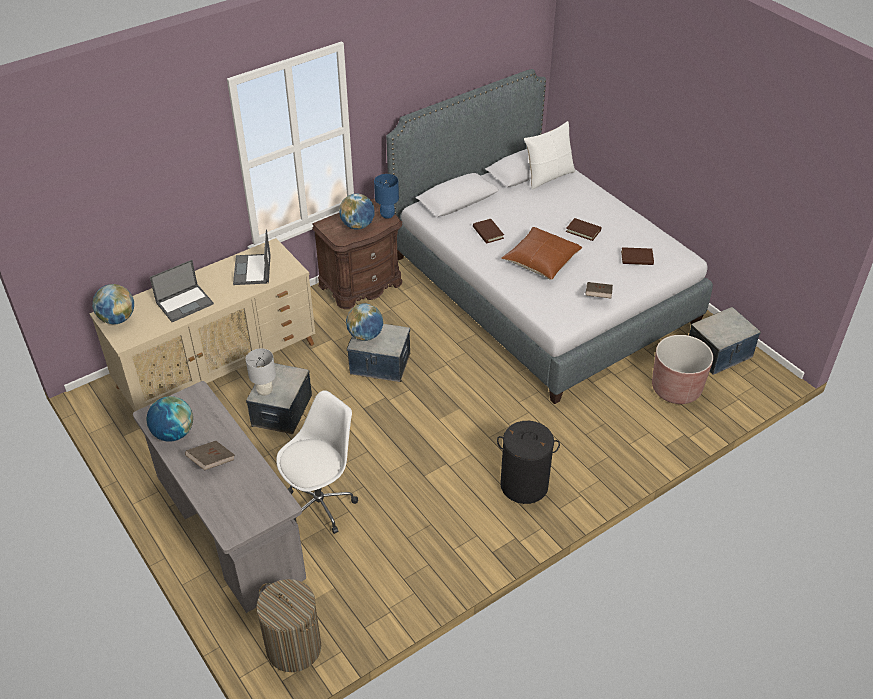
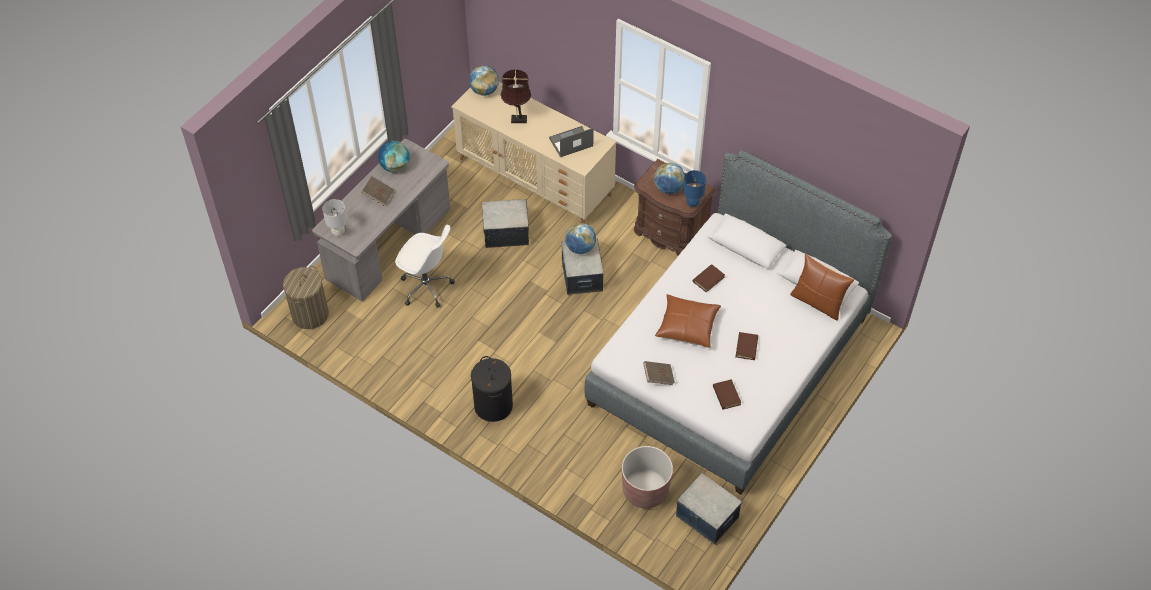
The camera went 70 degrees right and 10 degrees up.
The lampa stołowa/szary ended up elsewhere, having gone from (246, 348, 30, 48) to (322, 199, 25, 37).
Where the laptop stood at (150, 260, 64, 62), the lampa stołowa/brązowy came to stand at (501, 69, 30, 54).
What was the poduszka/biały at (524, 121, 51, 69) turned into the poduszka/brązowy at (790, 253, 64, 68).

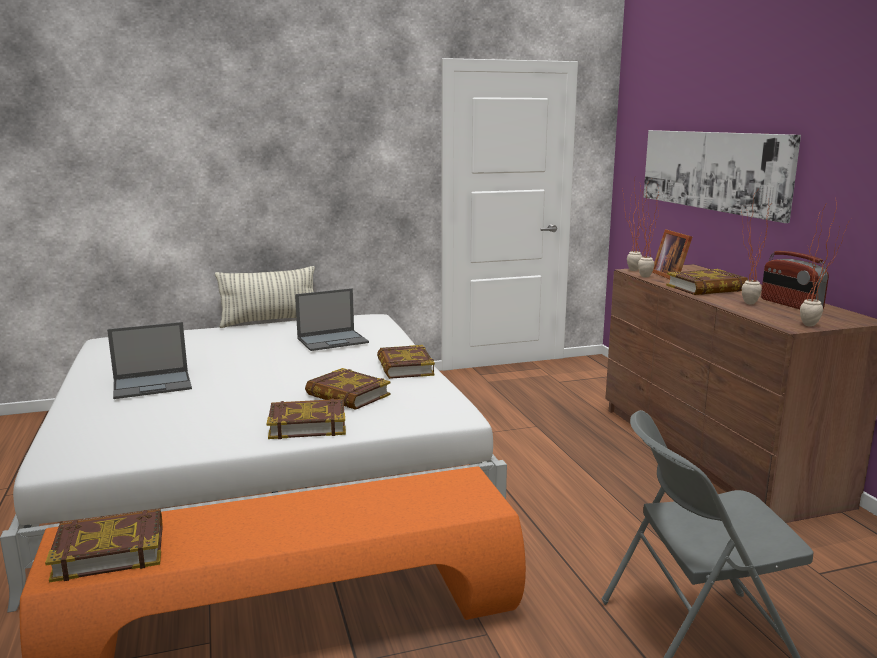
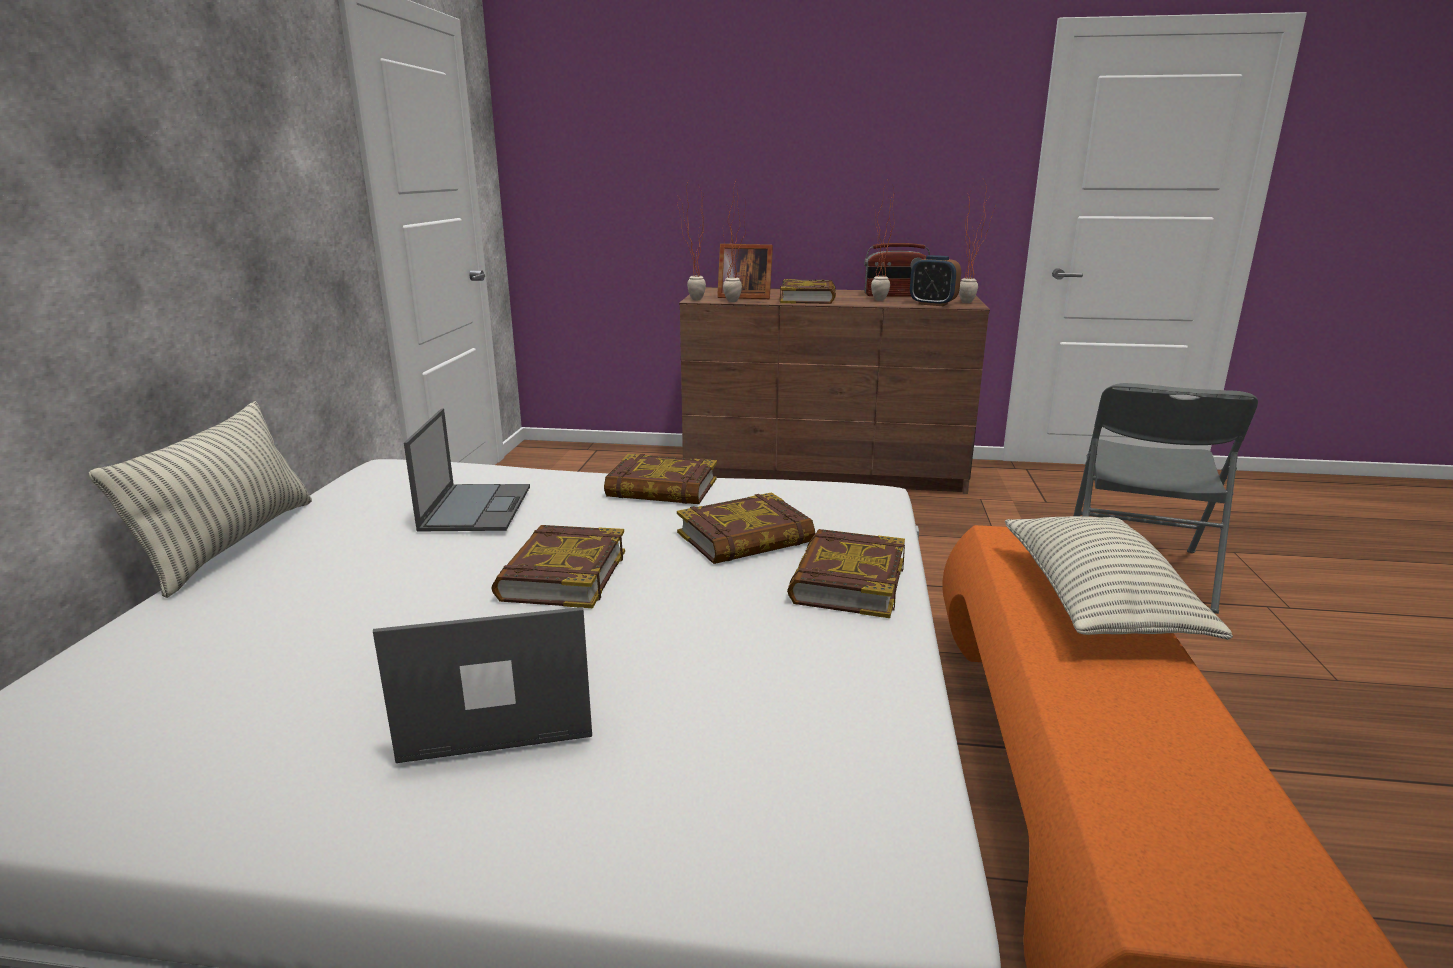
The camera went 65 degrees left and 5 degrees up.
The second view lost the obraz at (643, 130, 158, 93).
The second view gained the budzik at (910, 255, 51, 51).
The second view gained the poduszka at (1005, 516, 228, 124).
The książka ended up elsewhere, having gone from (45, 509, 118, 74) to (491, 525, 134, 83).
The laptop at (107, 322, 85, 77) ended up facing another way, 105 degrees counterclockwise from before.

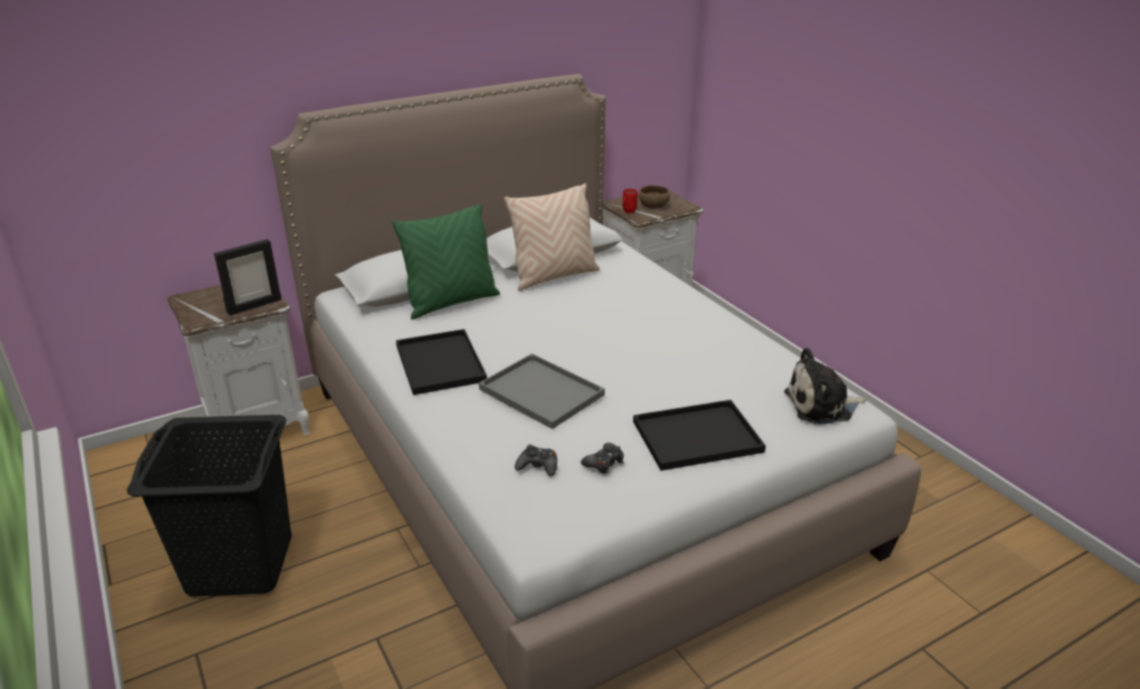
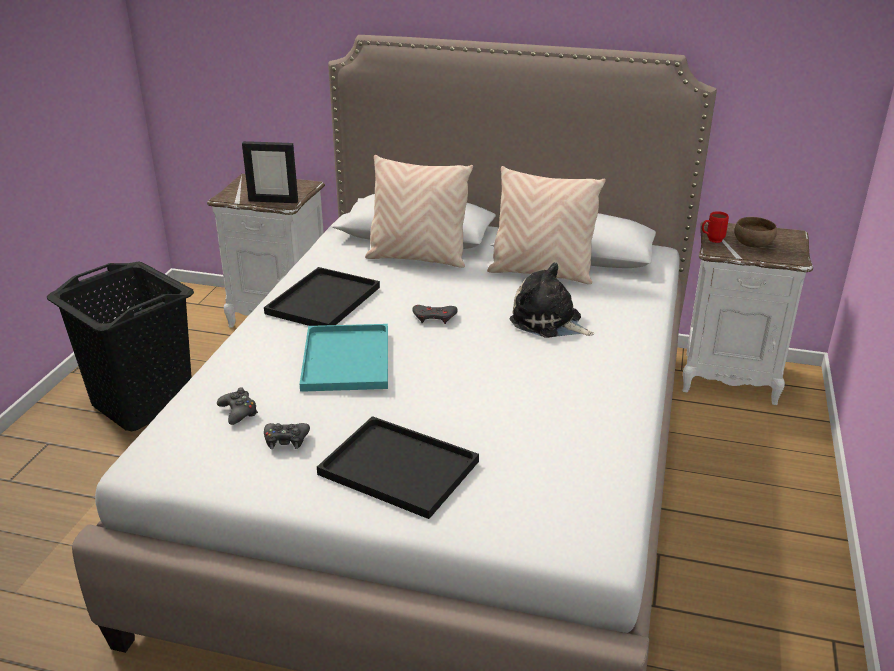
The camera went 45 degrees right and 0 degrees up.
The second view gained the pad do gier/szary at (412, 305, 46, 19).
The pluszak ended up elsewhere, having gone from (784, 348, 82, 76) to (509, 262, 85, 76).
What was the poduszka/zielony at (392, 203, 108, 117) turned into the poduszka/beżowy at (365, 155, 108, 113).
What was the taca/szary at (479, 354, 126, 75) turned into the taca/turkusowy at (299, 324, 89, 68).

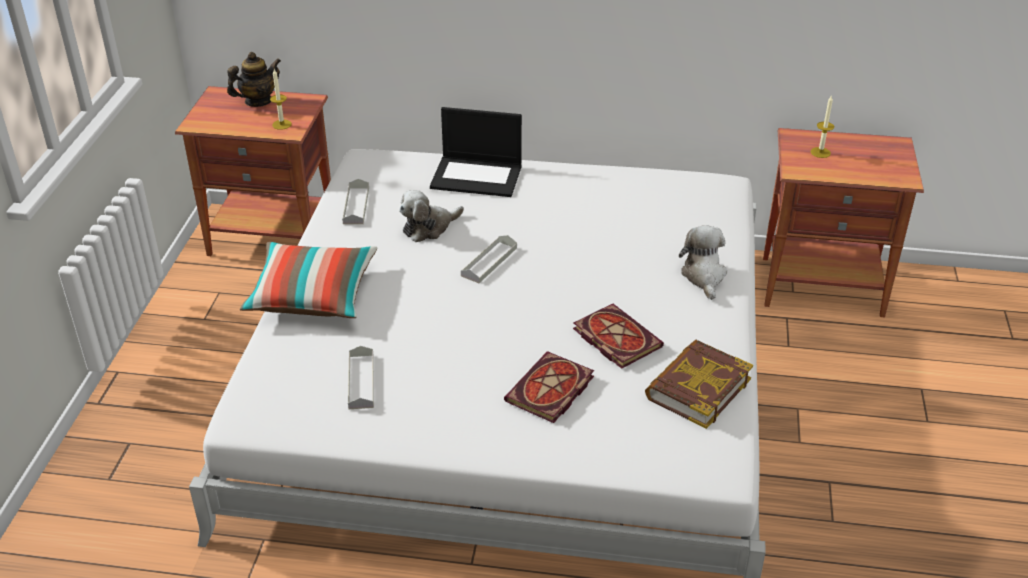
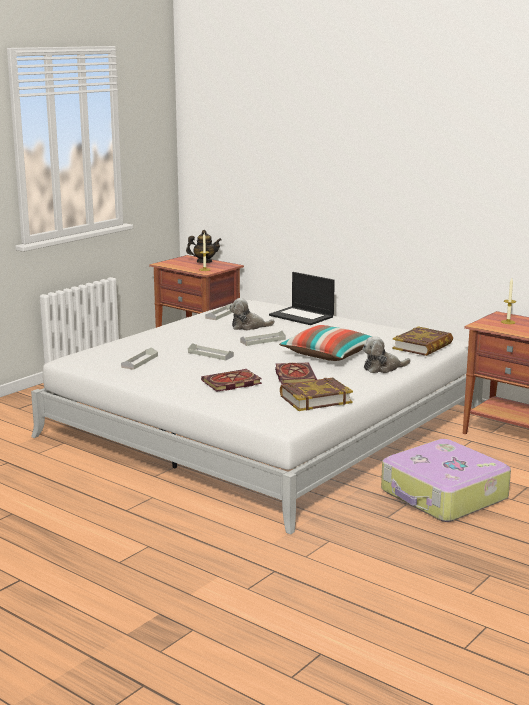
The camera went 30 degrees right and 20 degrees down.
The second view gained the taca/szary at (188, 343, 46, 18).
The second view gained the walizka at (381, 439, 130, 83).
The second view gained the książka at (392, 326, 61, 30).
The poduszka ended up elsewhere, having gone from (240, 242, 138, 76) to (279, 325, 93, 36).
The pluszak at (679, 225, 48, 75) ended up facing another way, 135 degrees counterclockwise from before.

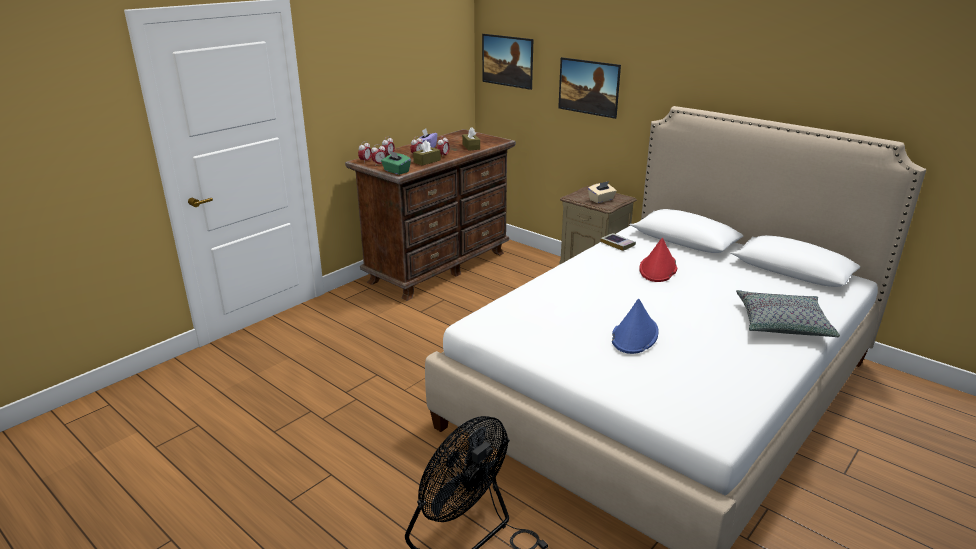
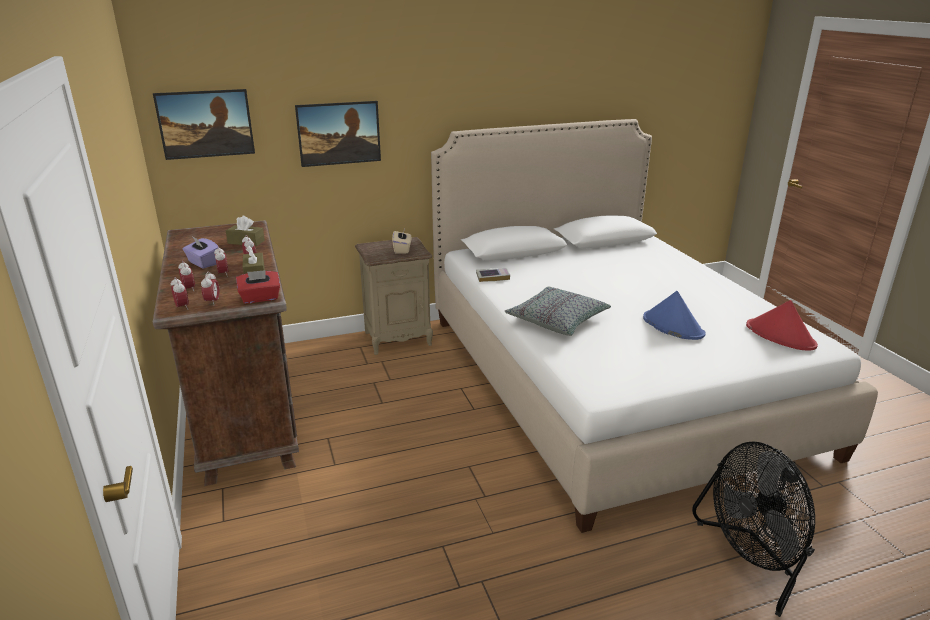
The camera went 60 degrees left and 0 degrees up.
The kapelusz/czerwony ended up elsewhere, having gone from (639, 238, 38, 44) to (746, 300, 72, 50).
The poduszka/szary ended up elsewhere, having gone from (736, 290, 104, 47) to (505, 286, 106, 50).
What was the pudełko chusteczek/zielony at (381, 150, 30, 25) turned into the pudełko chusteczek/czerwony at (236, 270, 44, 34).

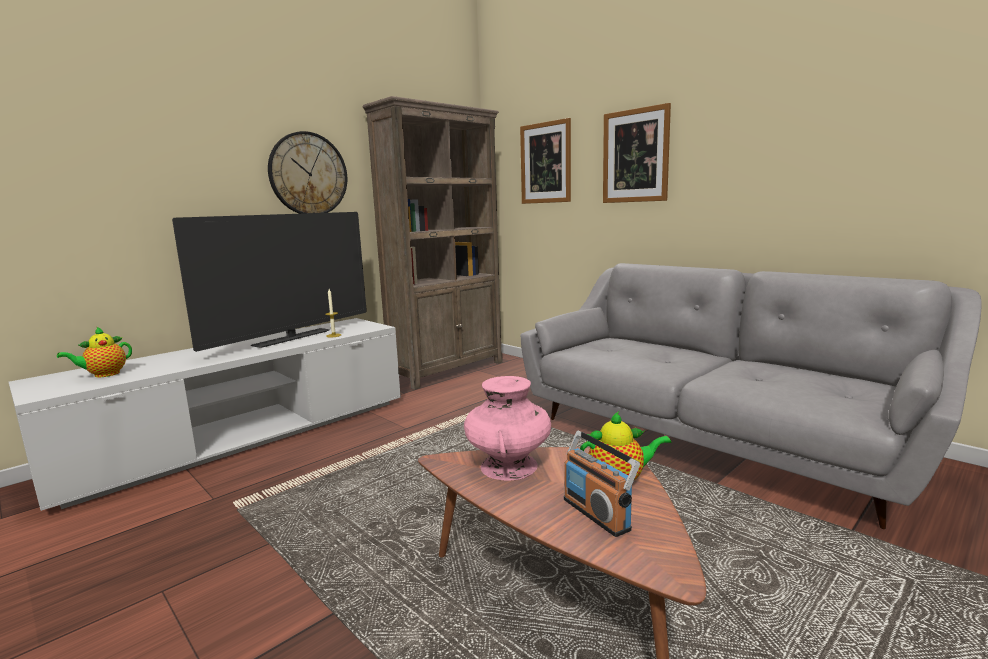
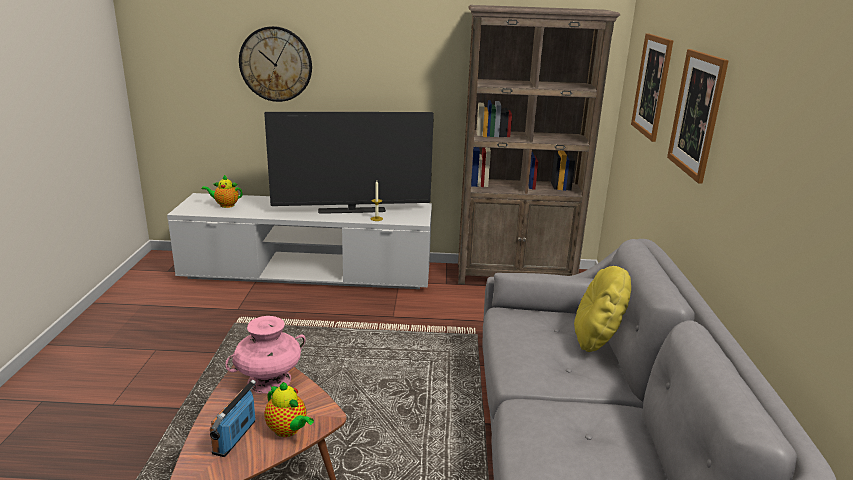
The camera went 45 degrees right and 10 degrees up.
The second view gained the poduszka/żółty at (574, 266, 57, 86).
The zegar ścienny ended up elsewhere, having gone from (268, 131, 79, 83) to (239, 26, 73, 76).

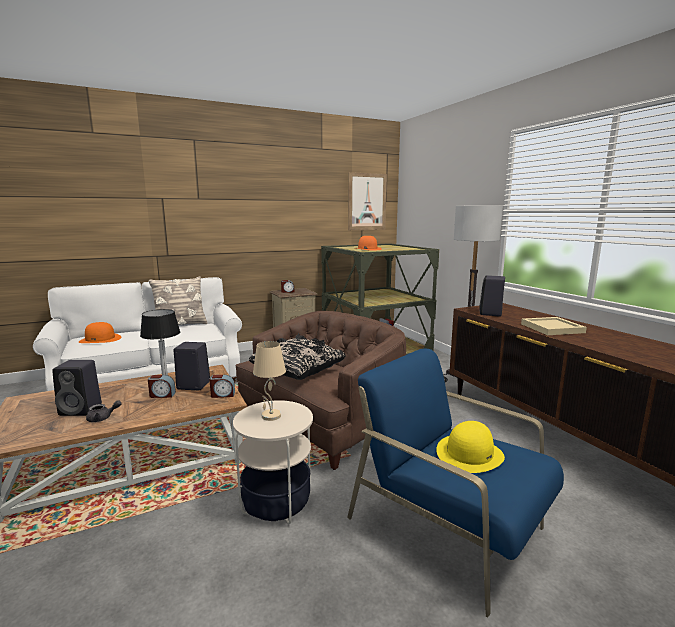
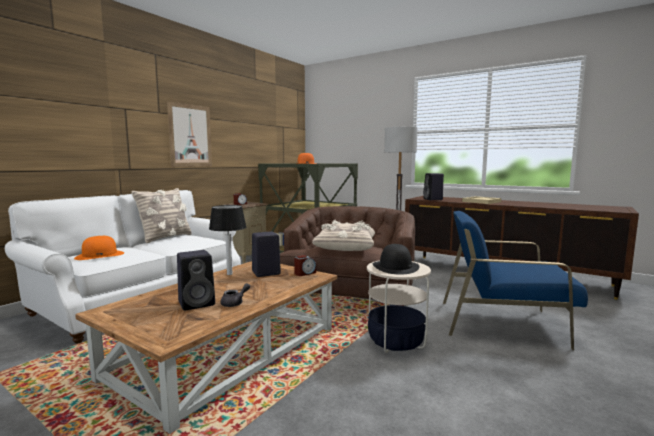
The camera went 30 degrees left and 5 degrees down.
The second view lost the budzik at (148, 375, 28, 23).
The second view lost the kapelusz/żółty at (436, 421, 69, 52).
The obraz ended up elsewhere, having gone from (348, 172, 39, 58) to (167, 101, 45, 66).
Where the lampa stołowa/beżowy stood at (253, 341, 33, 80), the kapelusz/czarny came to stand at (373, 244, 46, 30).
What was the poduszka/czarny at (249, 334, 97, 46) turned into the poduszka/beżowy at (312, 219, 63, 32).

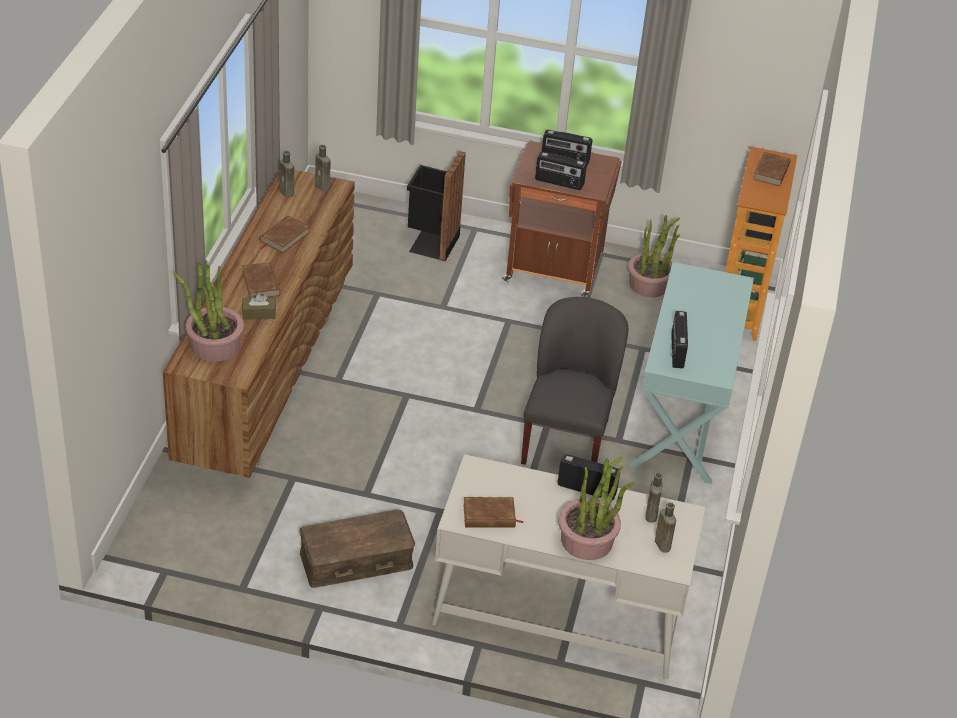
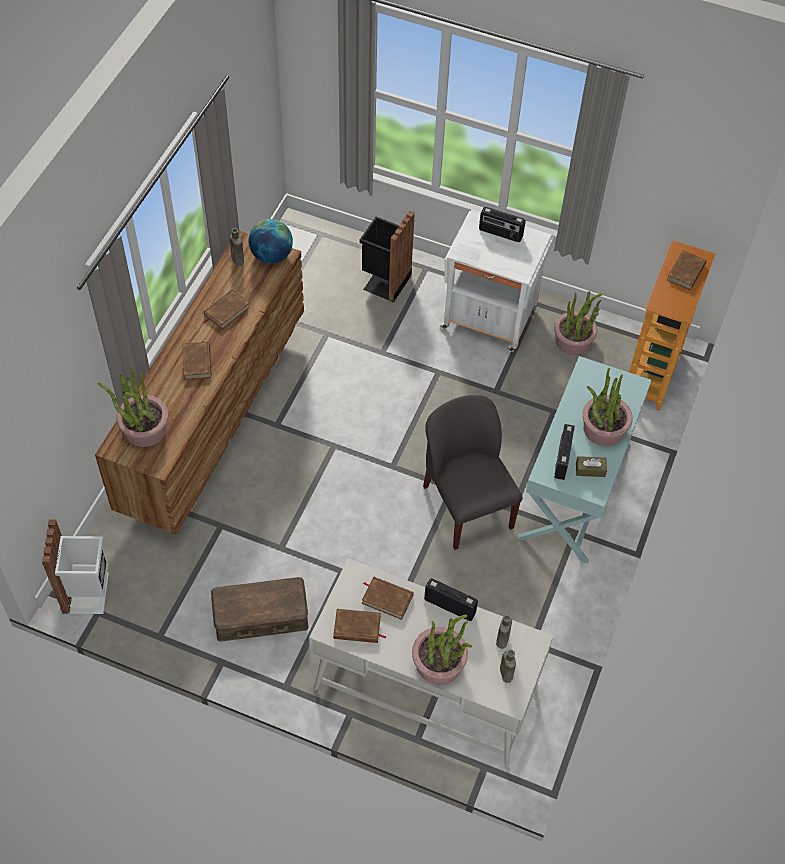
The camera went 10 degrees right and 15 degrees up.
The second view lost the radio at (535, 152, 52, 38).
The second view gained the kosz na śmieci/biały at (42, 519, 67, 95).
The second view gained the książka/brązowy at (362, 576, 52, 44).
The second view gained the roślina doniczkowa at (582, 368, 51, 78).
The pudełko chusteczek/brązowy ended up elsewhere, having gone from (242, 293, 34, 27) to (576, 456, 31, 21).
Where the butelka/brązowy stood at (315, 145, 16, 46), the globus came to stand at (249, 219, 44, 45).
What was the wózek/brązowy at (502, 141, 120, 156) turned into the wózek/biały at (440, 209, 114, 144).
The krzesło/szary at (521, 297, 107, 168) ended up facing another way, 45 degrees counterclockwise from before.

